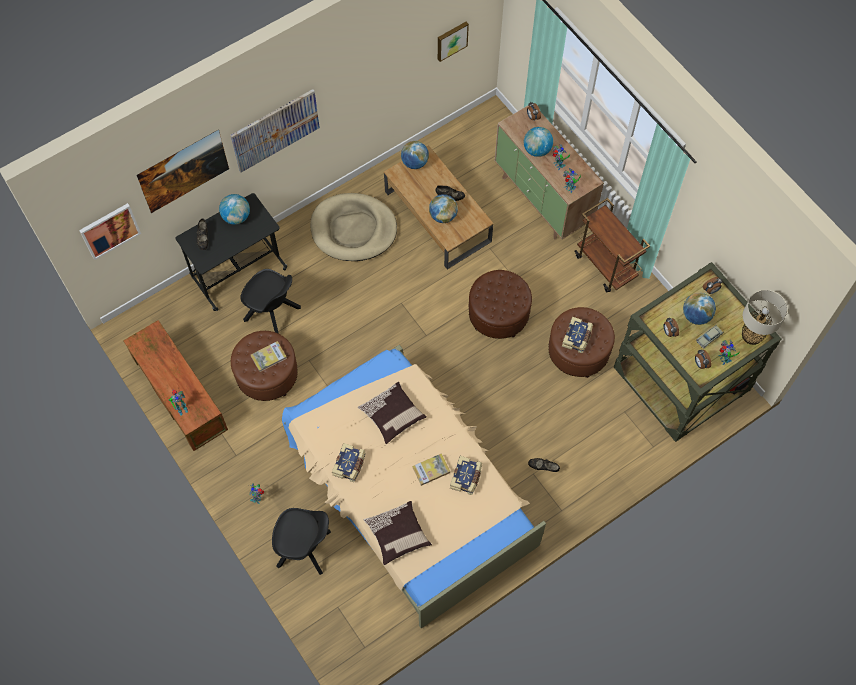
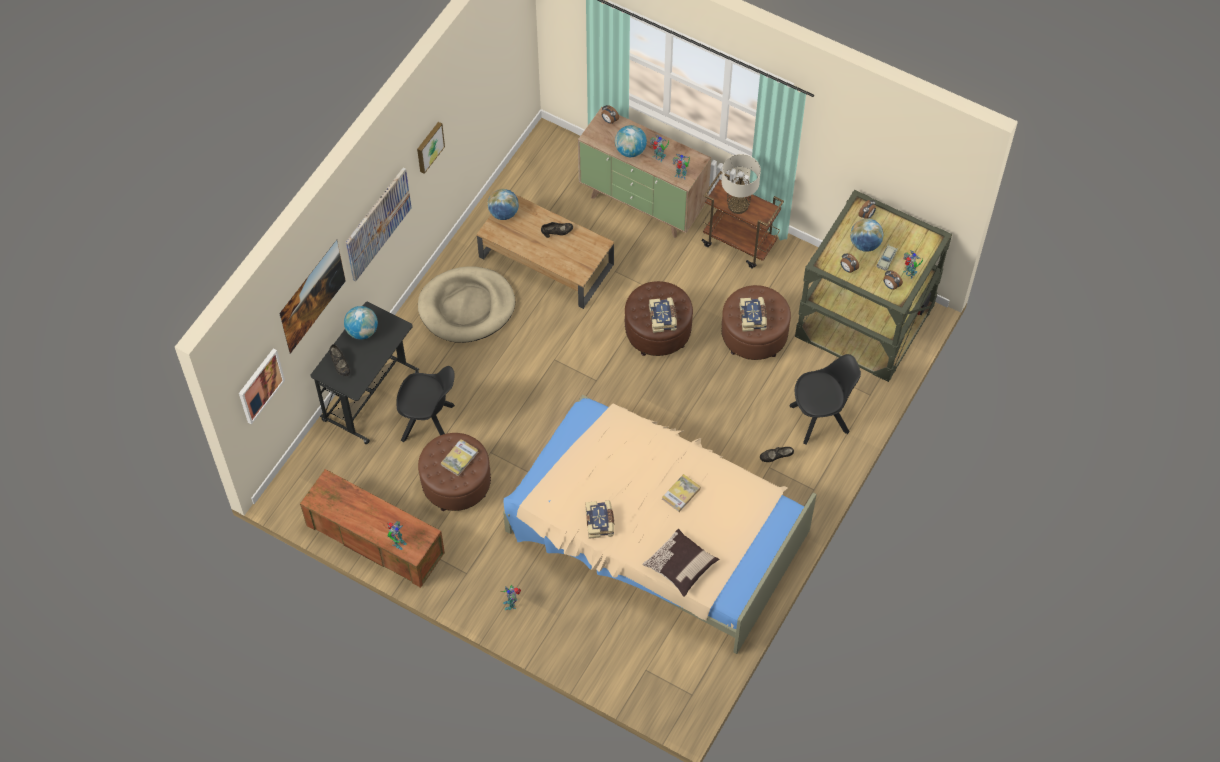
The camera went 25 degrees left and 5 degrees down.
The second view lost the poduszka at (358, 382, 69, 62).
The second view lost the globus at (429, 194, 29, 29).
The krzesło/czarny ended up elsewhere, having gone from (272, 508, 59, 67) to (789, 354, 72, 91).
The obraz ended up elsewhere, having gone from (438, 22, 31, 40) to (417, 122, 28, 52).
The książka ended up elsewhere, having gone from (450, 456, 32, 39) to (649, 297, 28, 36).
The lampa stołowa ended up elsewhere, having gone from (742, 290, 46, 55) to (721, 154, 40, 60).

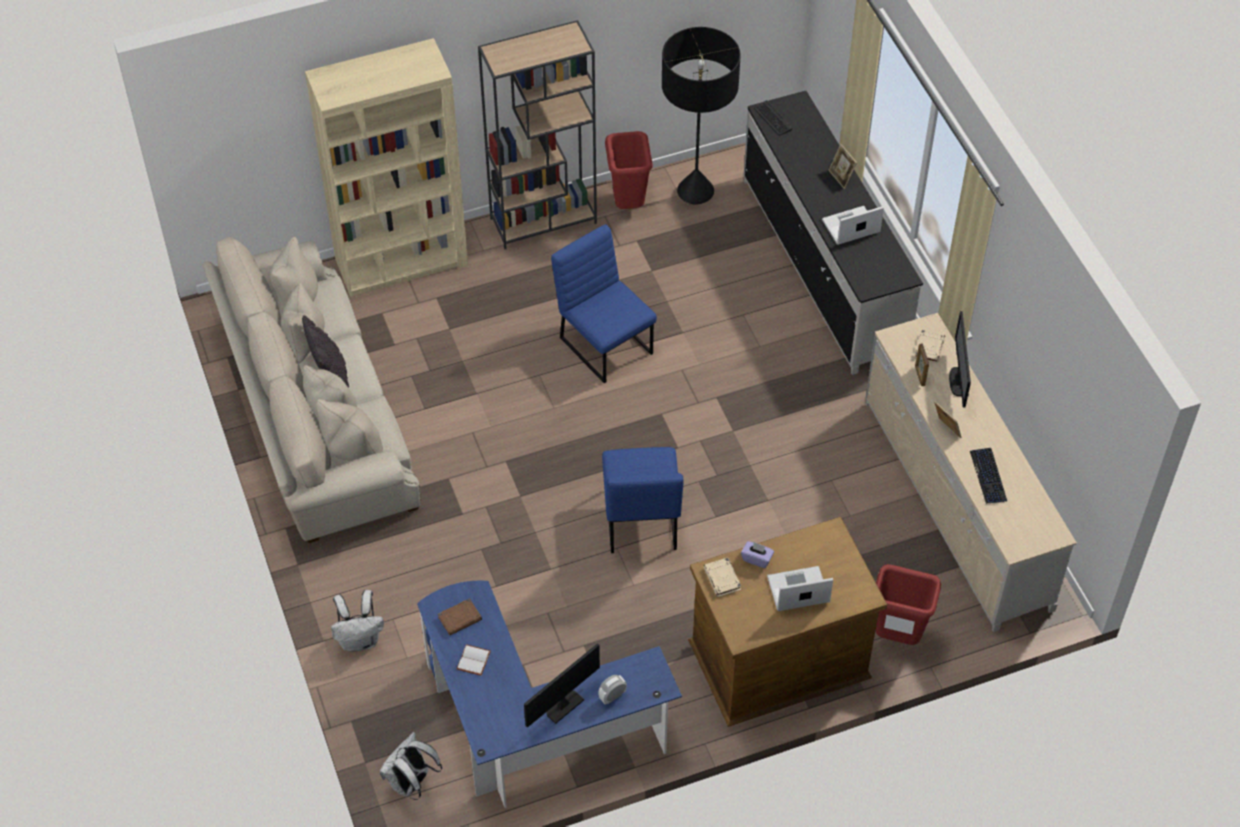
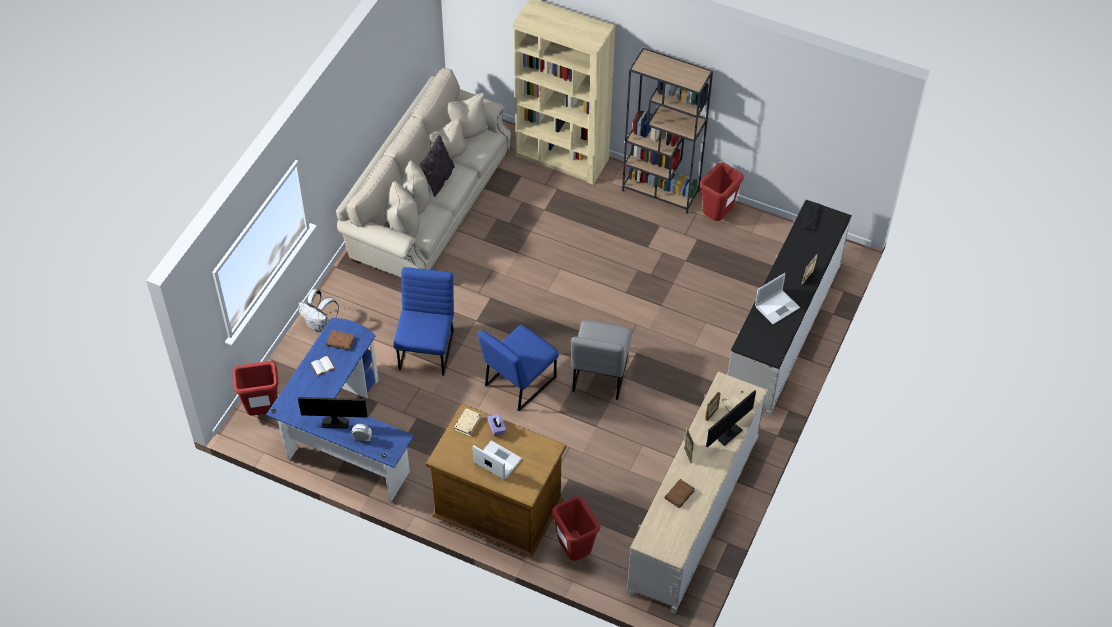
The camera went 45 degrees right and 0 degrees up.
The second view lost the lampa stojąca/czarny at (662, 27, 79, 178).
The second view gained the krzesło/szary at (571, 320, 61, 80).
The krzesło/niebieski ended up elsewhere, having gone from (551, 224, 106, 159) to (393, 267, 61, 109).
Where the plecak/biały stood at (380, 732, 62, 68), the kosz na śmieci/czerwony came to stand at (233, 361, 45, 55).
Where the klawiatura stood at (970, 448, 37, 56), the książka/brązowy came to stand at (664, 479, 31, 30).
The laptop at (822, 206, 62, 39) ended up facing another way, 120 degrees clockwise from before.

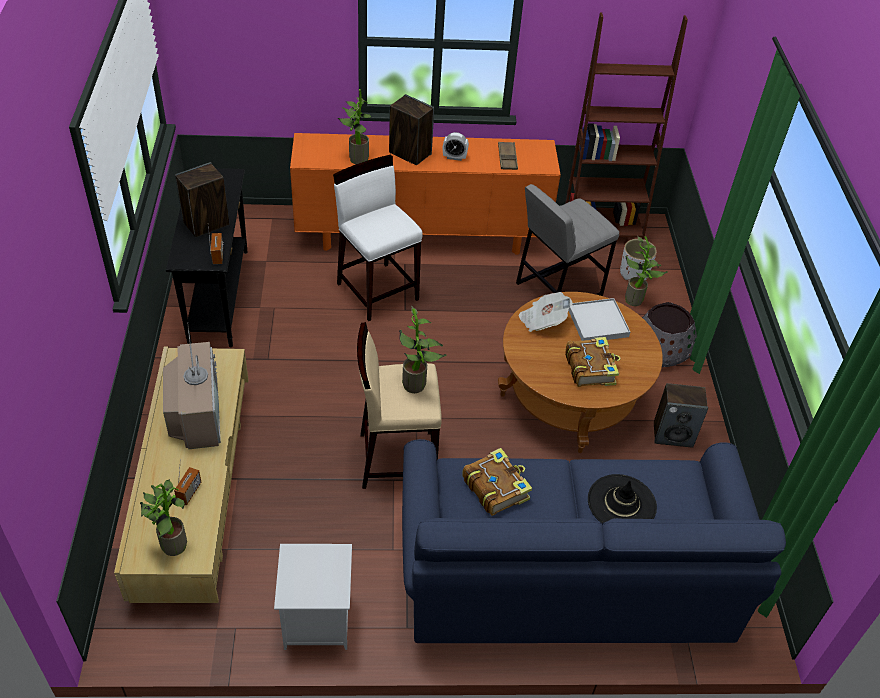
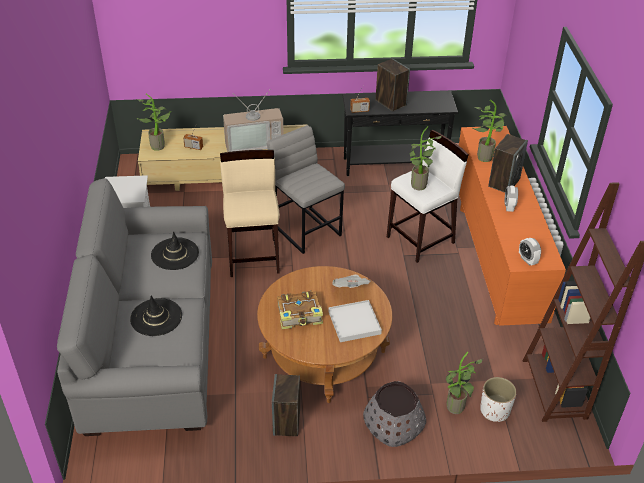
The camera went 90 degrees right and 5 degrees down.
The second view lost the taca/brązowy at (498, 142, 20, 28).
The second view gained the budzik at (519, 238, 22, 28).
The roślina doniczkowa ended up elsewhere, having gone from (399, 306, 47, 87) to (410, 126, 32, 64).
The stołek/szary ended up elsewhere, having gone from (516, 184, 103, 112) to (267, 125, 78, 129).
Where the książka stood at (462, 448, 70, 68), the kapelusz/czarny came to stand at (151, 232, 48, 38).
What was the kanapa/niebieski at (402, 439, 384, 204) turned into the kanapa/szary at (57, 178, 155, 258).

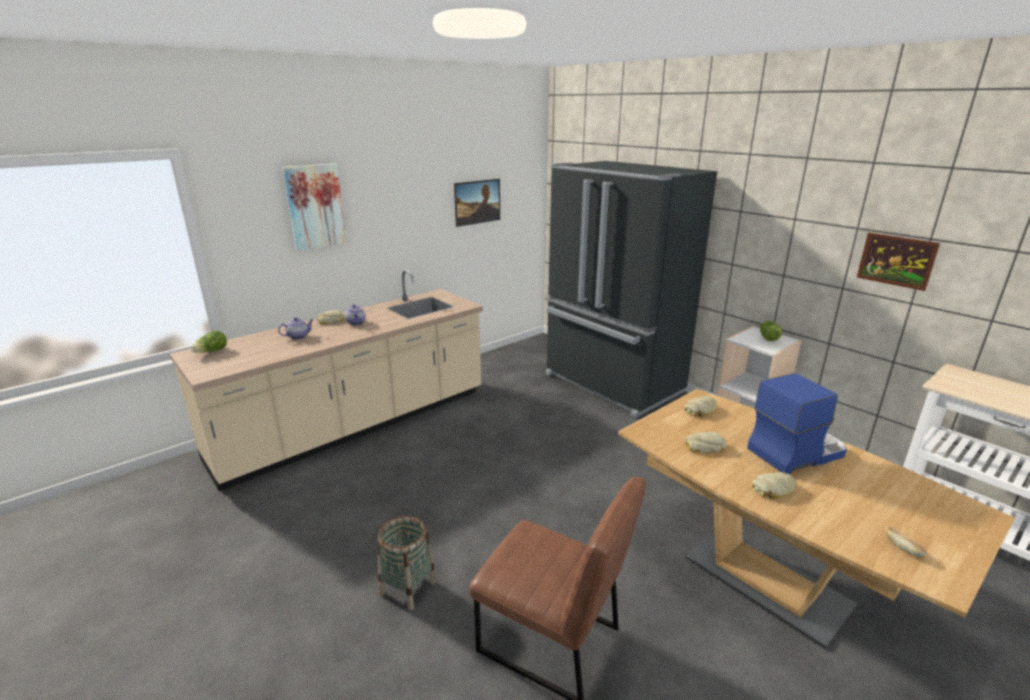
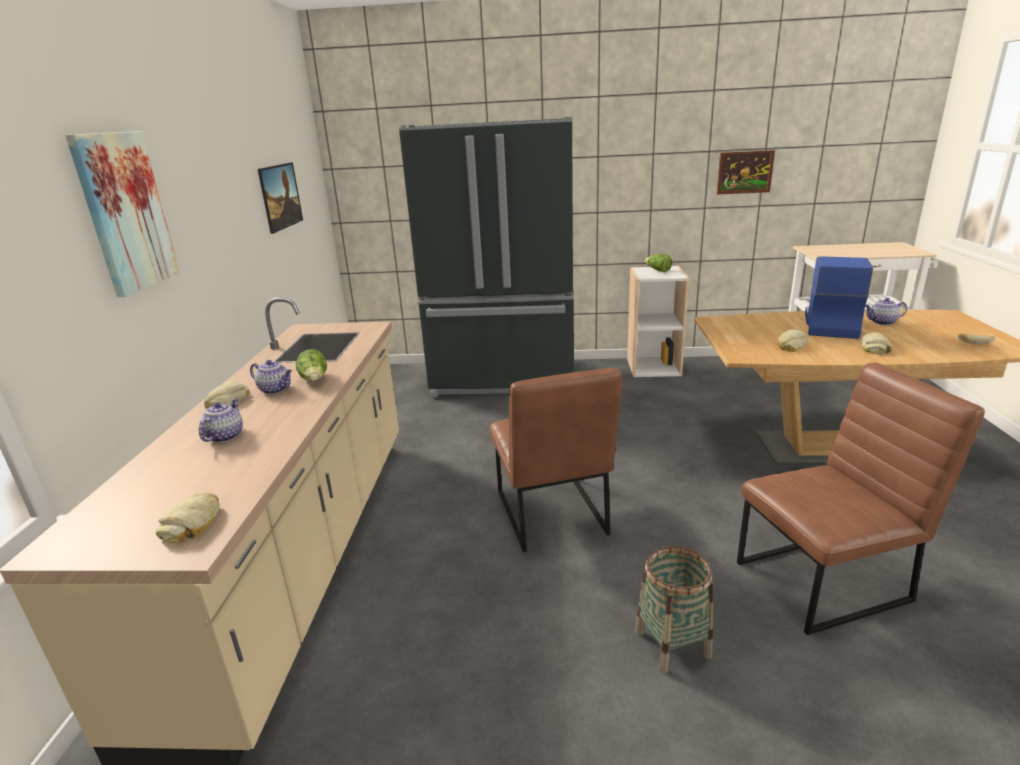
The camera went 45 degrees left and 0 degrees up.
The second view gained the krzesło/brązowy at (489, 368, 133, 184).
The second view gained the imbryk at (866, 298, 41, 27).
The sałata ended up elsewhere, having gone from (191, 330, 36, 23) to (296, 349, 31, 32).
The chleb ended up elsewhere, having gone from (684, 396, 33, 21) to (156, 492, 63, 51).

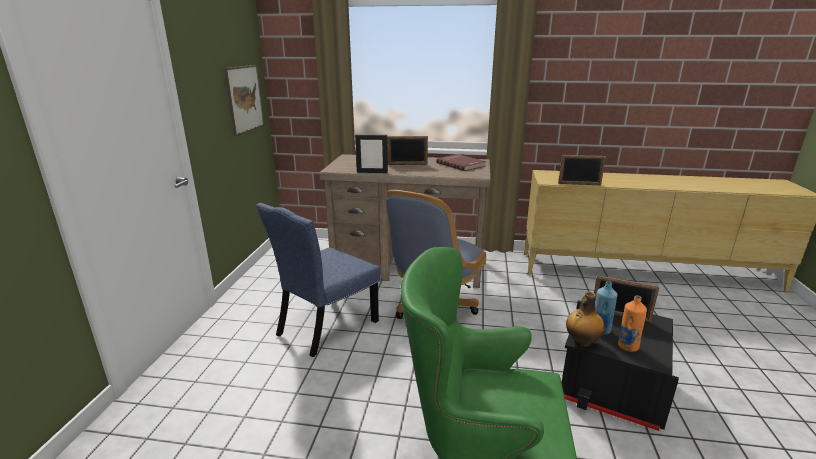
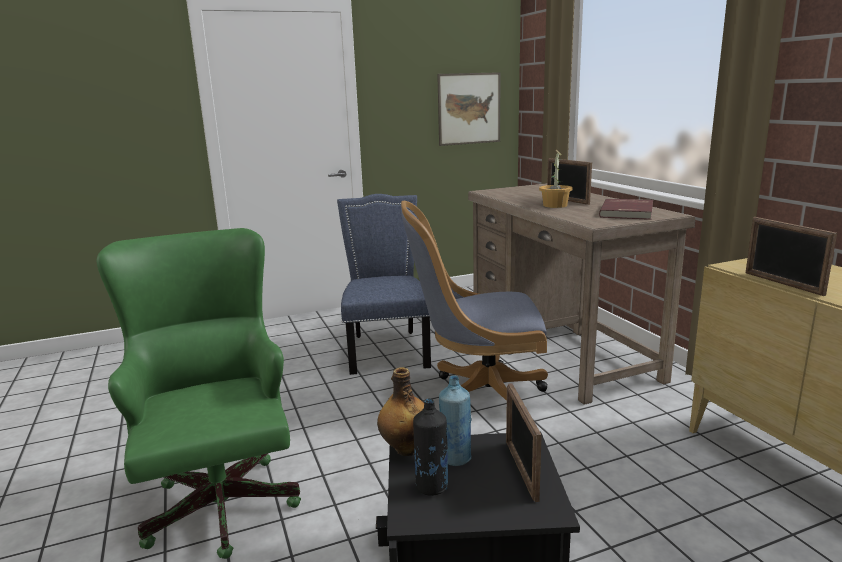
The camera went 60 degrees right and 5 degrees down.
The second view lost the ramka na zdjęcie at (355, 134, 33, 39).
The second view gained the roślina doniczkowa at (539, 150, 34, 58).
What was the butelka/pomarańczowy at (618, 295, 29, 57) turned into the butelka/czarny at (413, 398, 35, 98).
The krzesło/niebieski at (256, 203, 125, 154) ended up facing another way, 75 degrees clockwise from before.

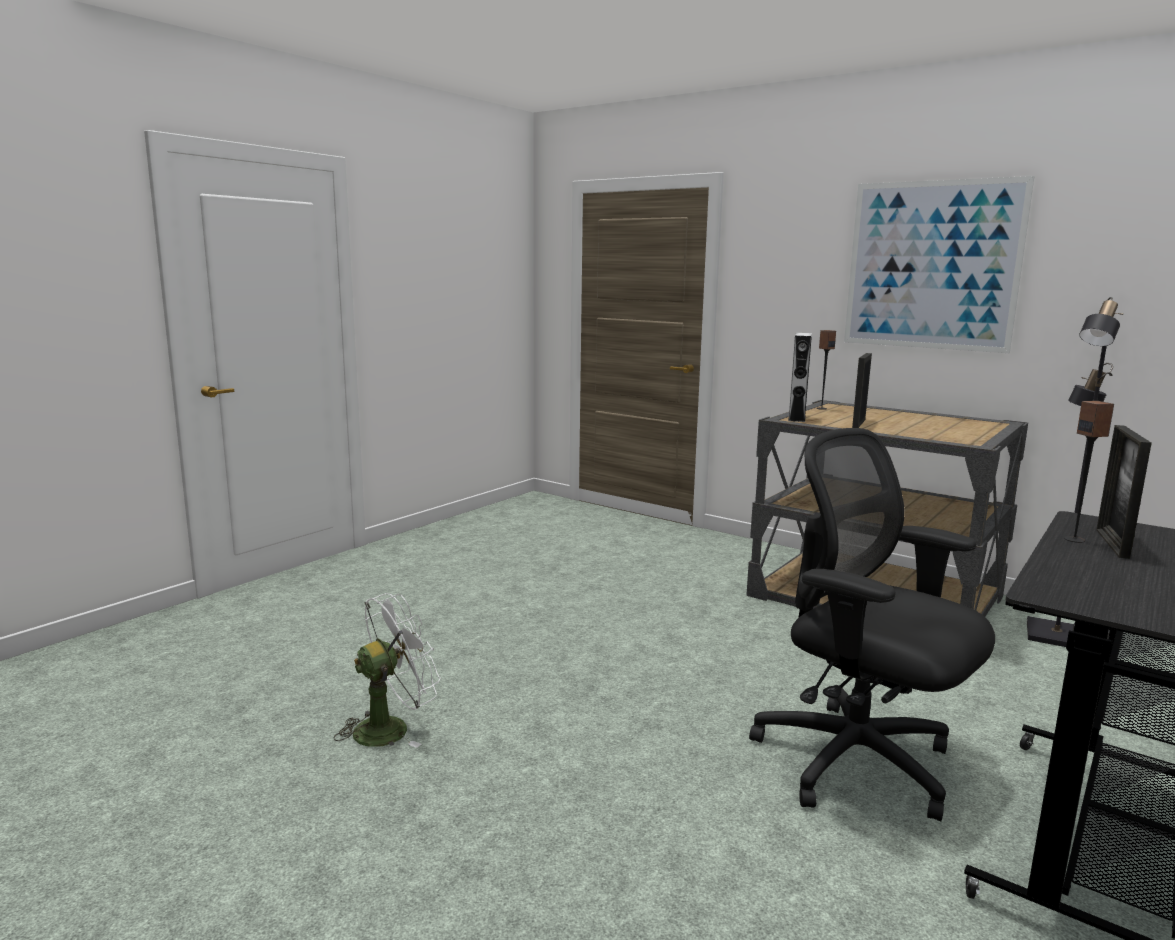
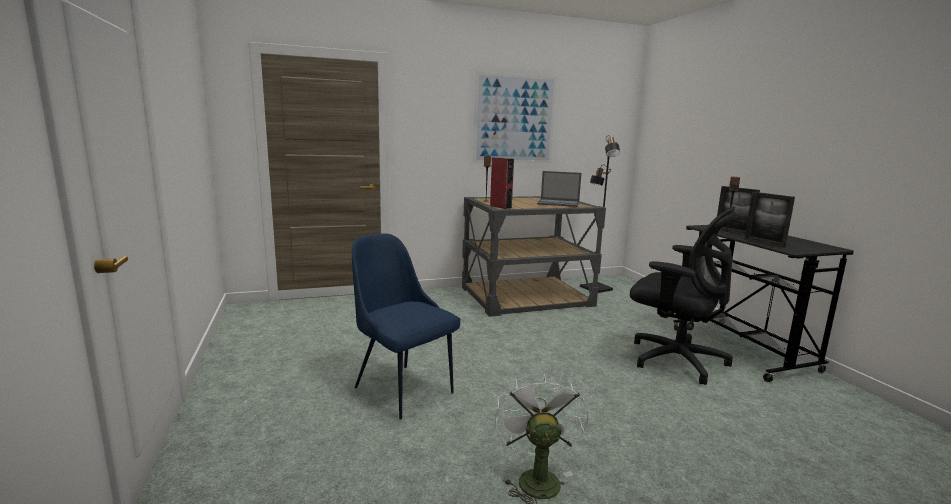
The camera went 55 degrees left and 0 degrees up.
The second view gained the krzesło/niebieski at (352, 234, 108, 186).
The second view gained the laptop at (537, 171, 45, 36).
The ramka na zdjęcie ended up elsewhere, having gone from (852, 353, 20, 75) to (745, 192, 50, 56).
What was the głośnik/szary at (788, 333, 24, 89) turned into the głośnik/czerwony at (490, 157, 24, 52).
The krzesło biurowe/czarny at (749, 428, 246, 393) ended up facing another way, 135 degrees counterclockwise from before.

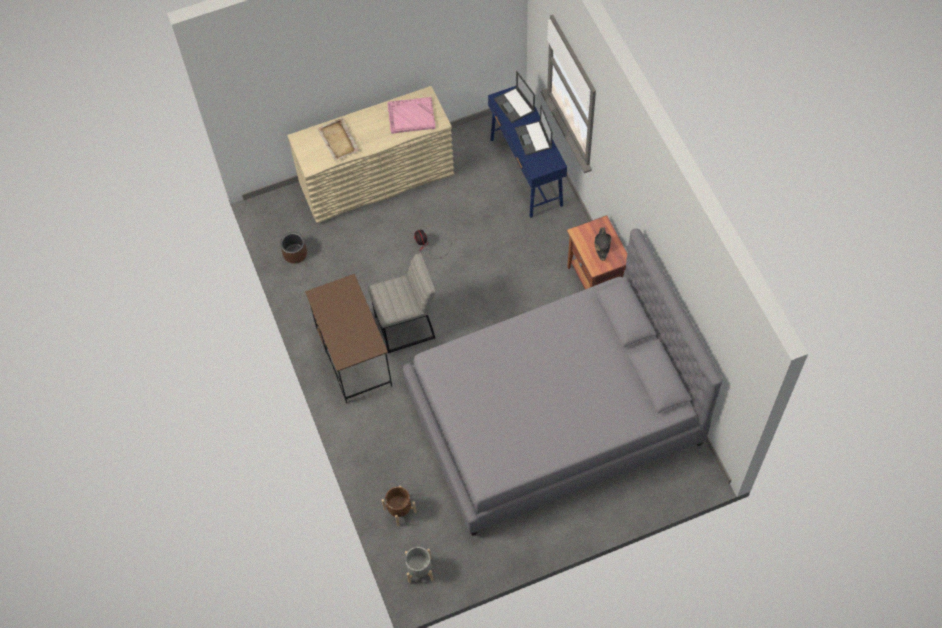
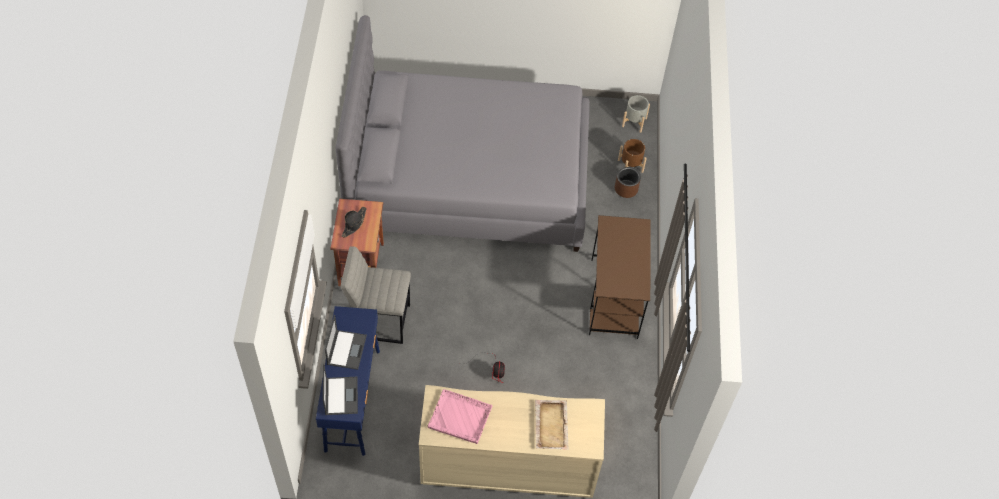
The camera went 160 degrees left and 5 degrees down.
The donica/brązowy ended up elsewhere, having gone from (280, 232, 27, 32) to (615, 167, 26, 31).
The krzesło/szary ended up elsewhere, having gone from (368, 253, 67, 100) to (341, 246, 70, 98).

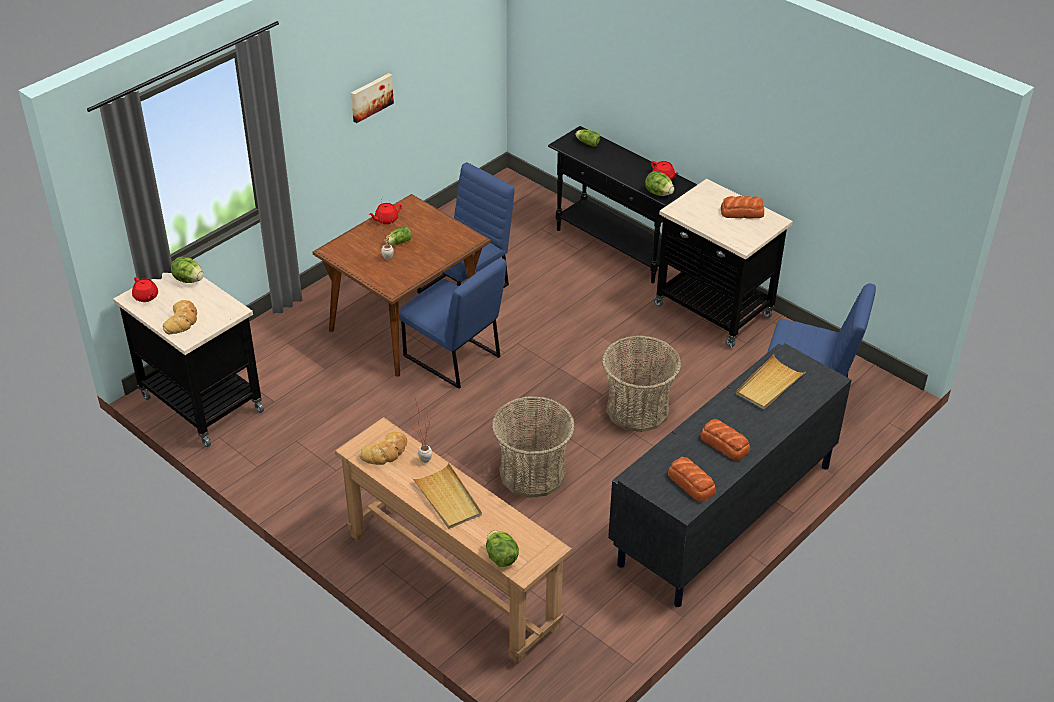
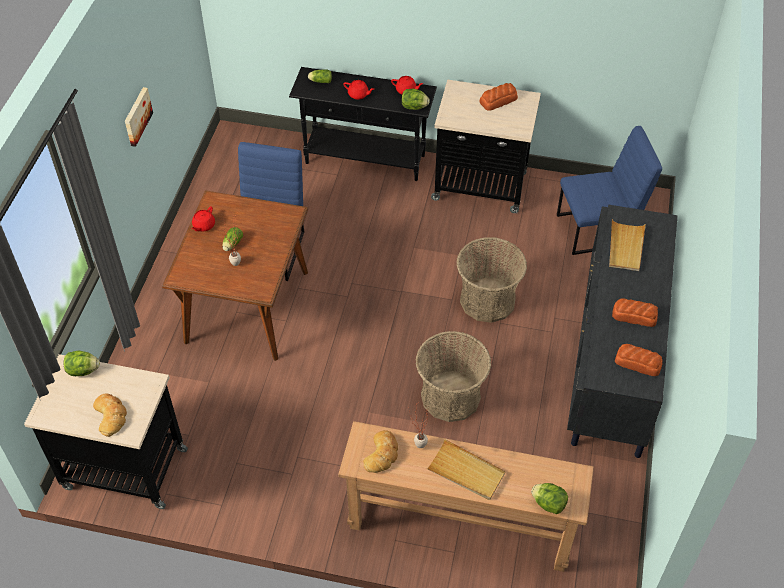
The camera went 30 degrees left and 10 degrees up.
The second view lost the krzesło/niebieski at (399, 258, 107, 131).
The imbryk/czerwony ended up elsewhere, having gone from (132, 277, 26, 25) to (344, 80, 30, 19).

